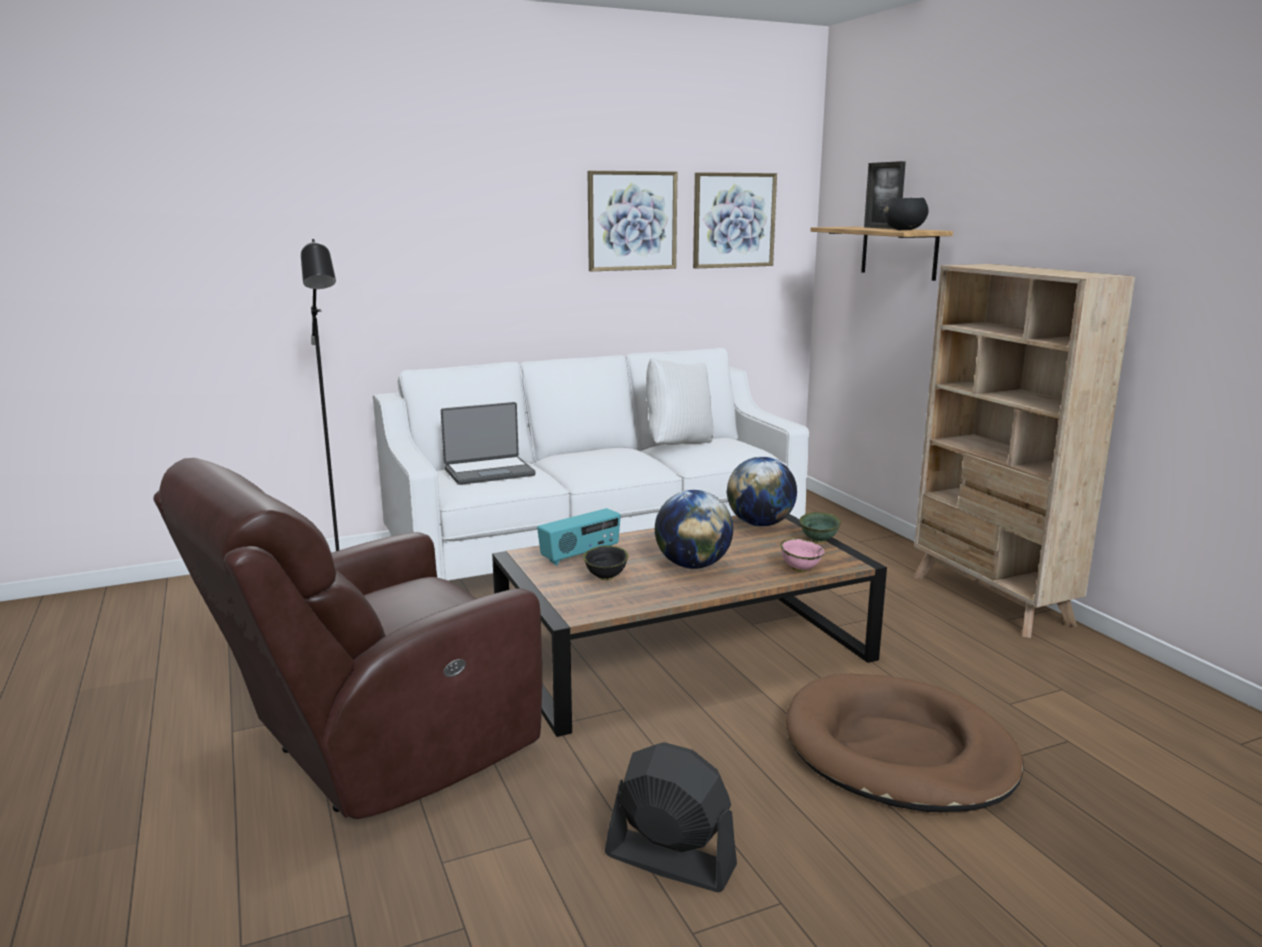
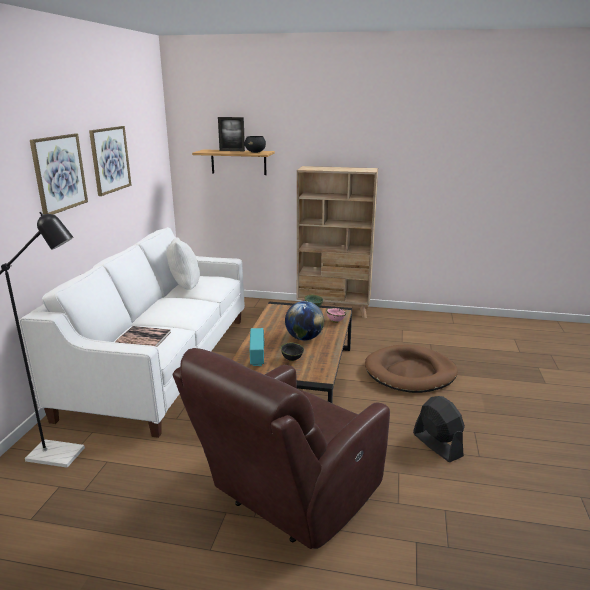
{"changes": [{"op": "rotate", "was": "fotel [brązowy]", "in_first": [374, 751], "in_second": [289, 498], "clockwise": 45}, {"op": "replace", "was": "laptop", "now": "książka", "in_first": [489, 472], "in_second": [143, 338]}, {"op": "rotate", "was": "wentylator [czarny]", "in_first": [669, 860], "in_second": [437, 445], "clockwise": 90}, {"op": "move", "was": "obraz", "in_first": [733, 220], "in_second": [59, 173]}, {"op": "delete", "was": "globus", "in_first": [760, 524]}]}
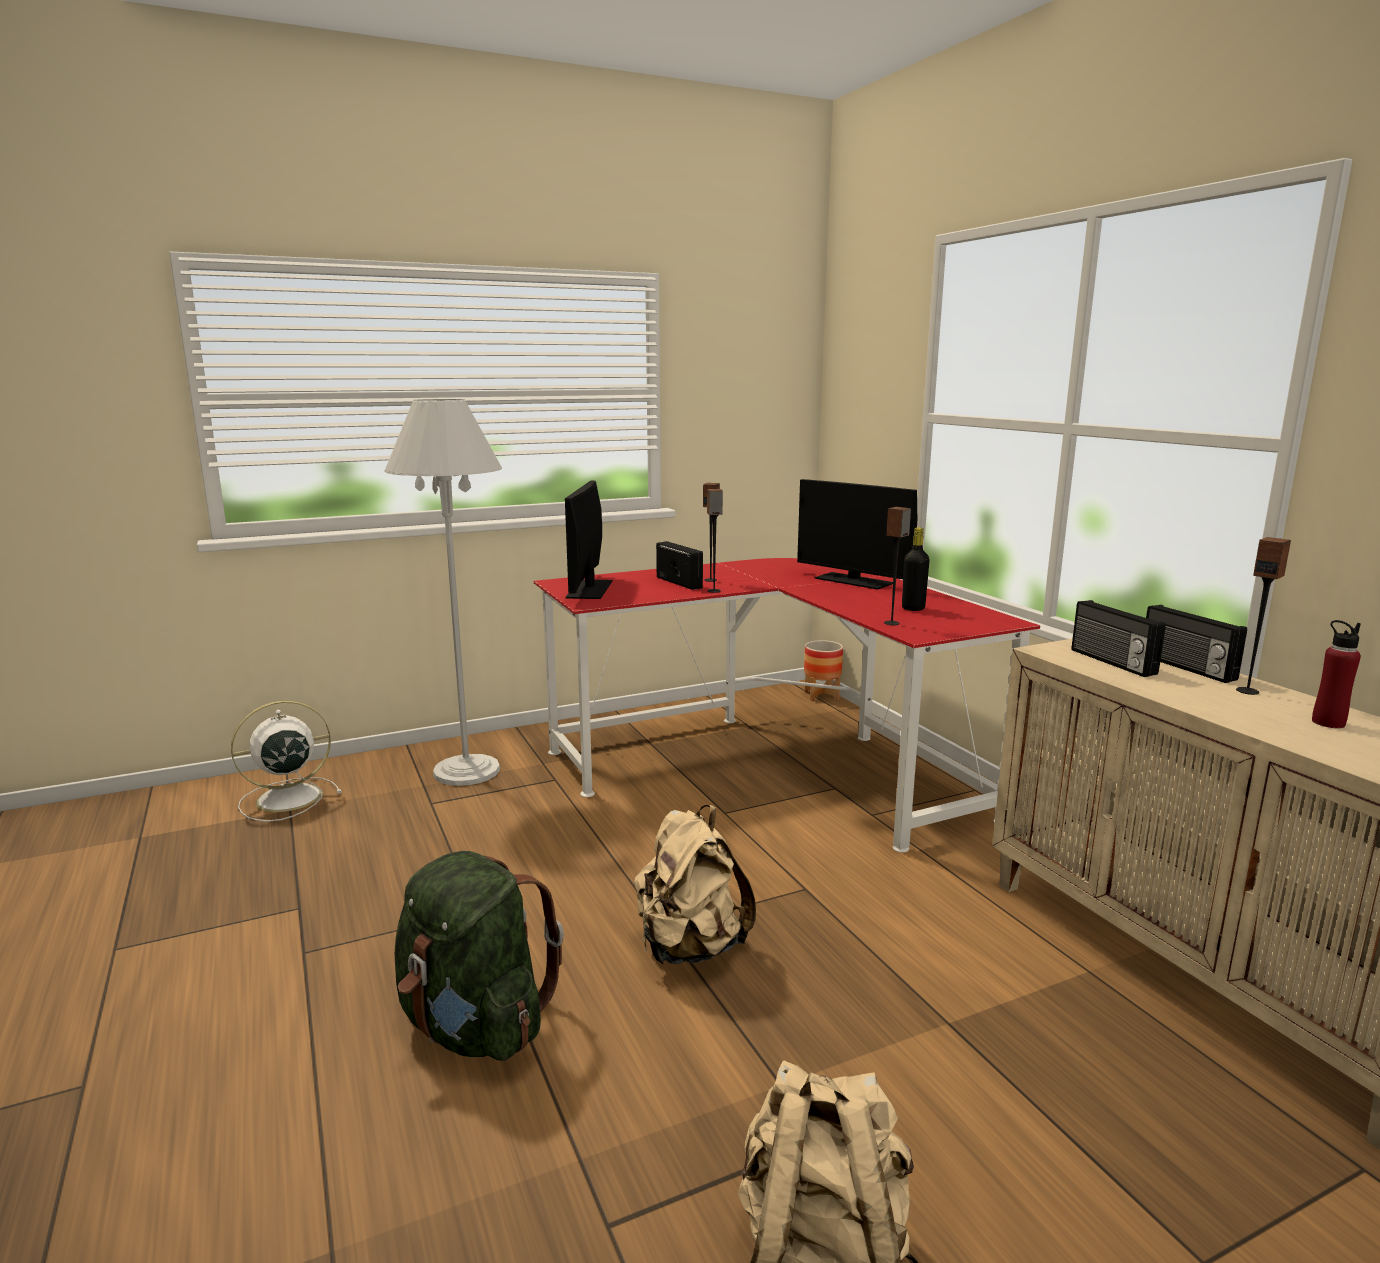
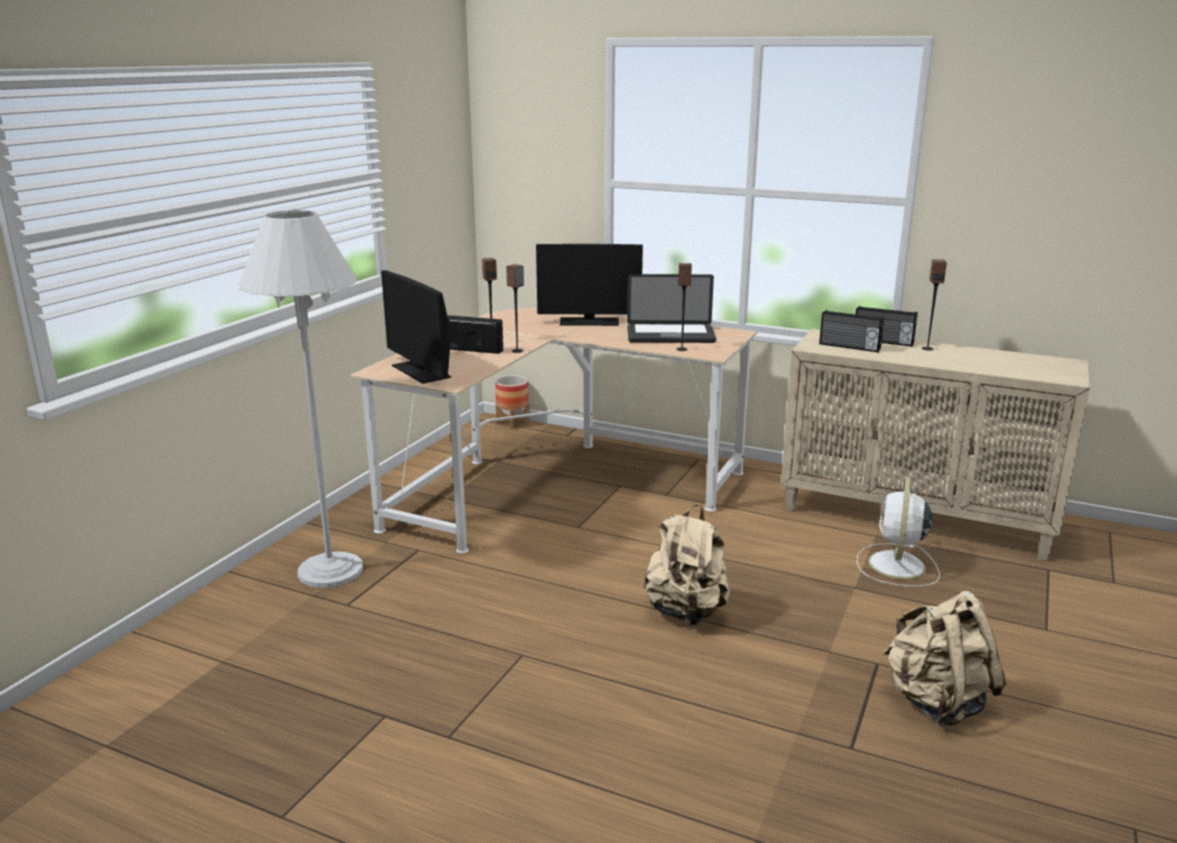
{"changes": [{"op": "move", "was": "wentylator [biały]", "in_first": [286, 799], "in_second": [896, 566]}, {"op": "delete", "was": "plecak [zielony]", "in_first": [475, 1026]}, {"op": "recolor", "was": "biurko [czerwony]", "now": "biurko [beżowy]", "in_first": [772, 763], "in_second": [556, 483]}, {"op": "replace", "was": "butelka [czarny]", "now": "laptop", "in_first": [913, 608], "in_second": [670, 335]}, {"op": "delete", "was": "butelka [czerwony]", "in_first": [1328, 723]}]}
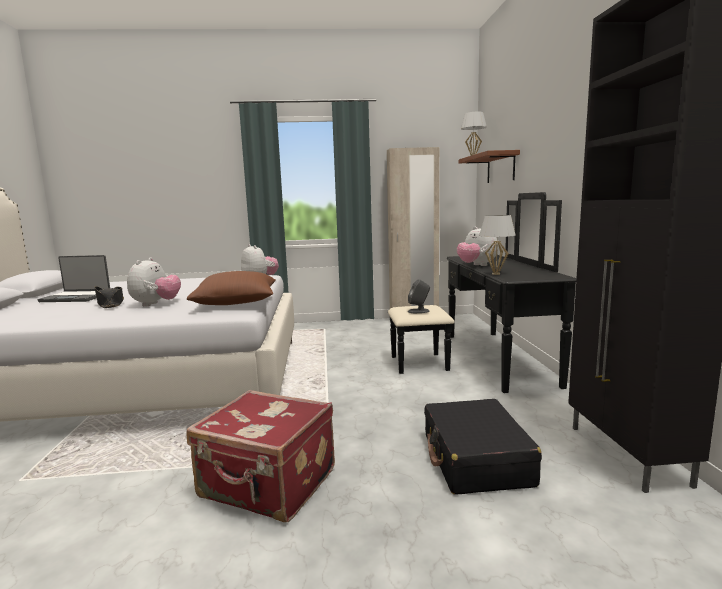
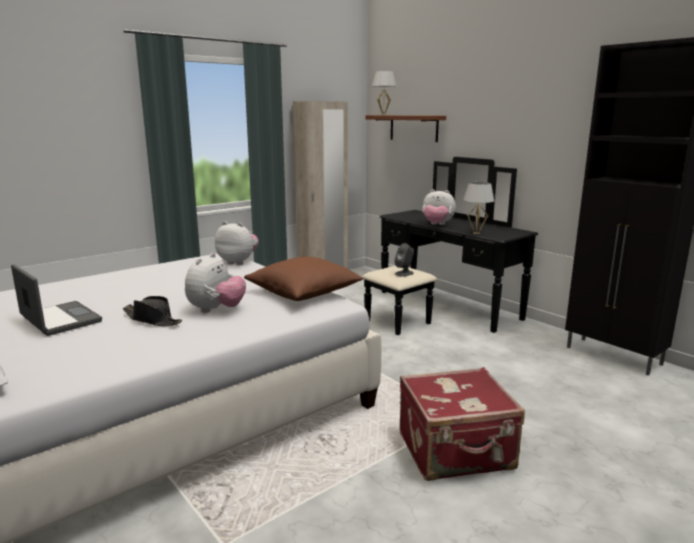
{"changes": [{"op": "rotate", "was": "laptop", "in_first": [76, 297], "in_second": [59, 320], "clockwise": -105}, {"op": "rotate", "was": "pluszak", "in_first": [156, 304], "in_second": [216, 310], "clockwise": 45}, {"op": "delete", "was": "walizka [czarny]", "in_first": [476, 460]}]}
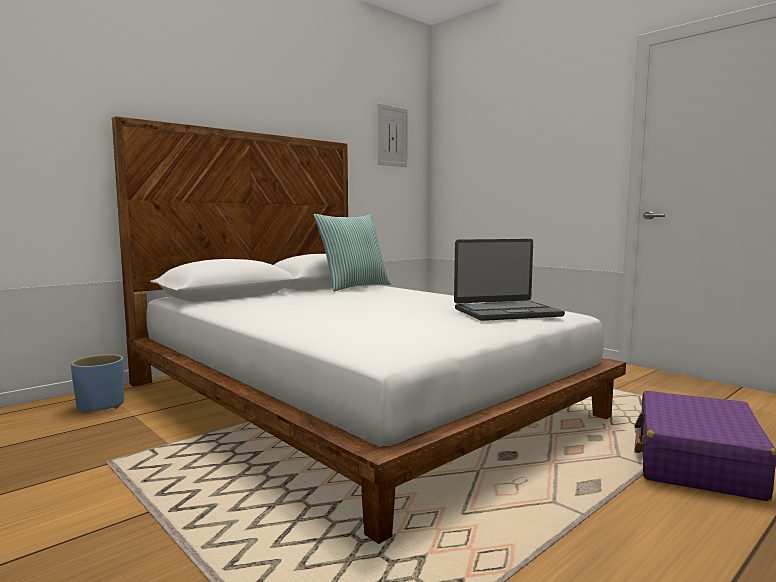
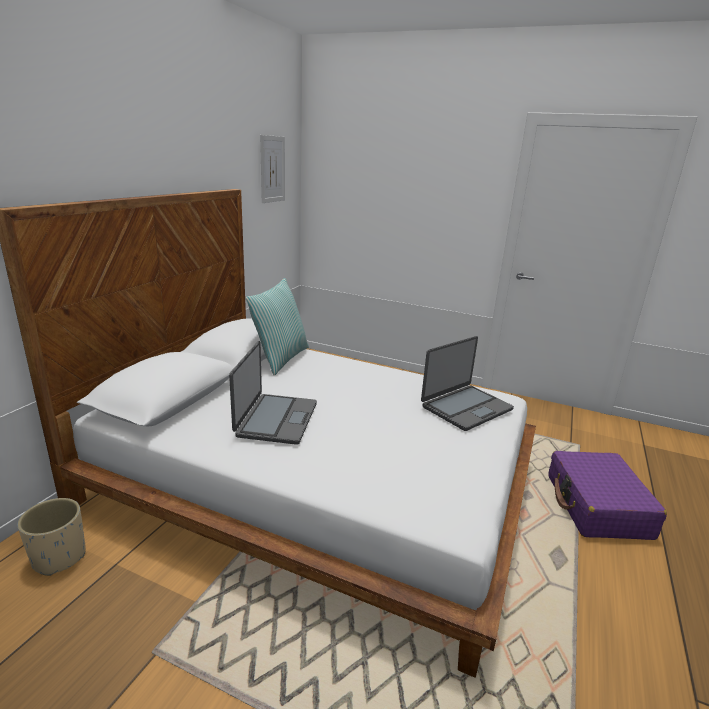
{"changes": [{"op": "recolor", "was": "donica [niebieski]", "now": "donica [beżowy]", "in_first": [100, 406], "in_second": [59, 558]}, {"op": "insert", "now": "laptop", "in_second": [276, 419]}]}
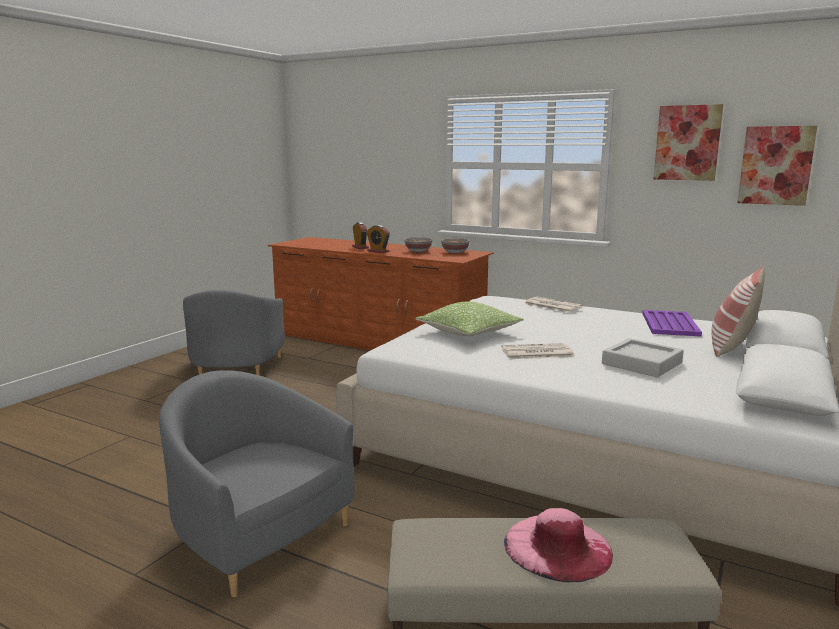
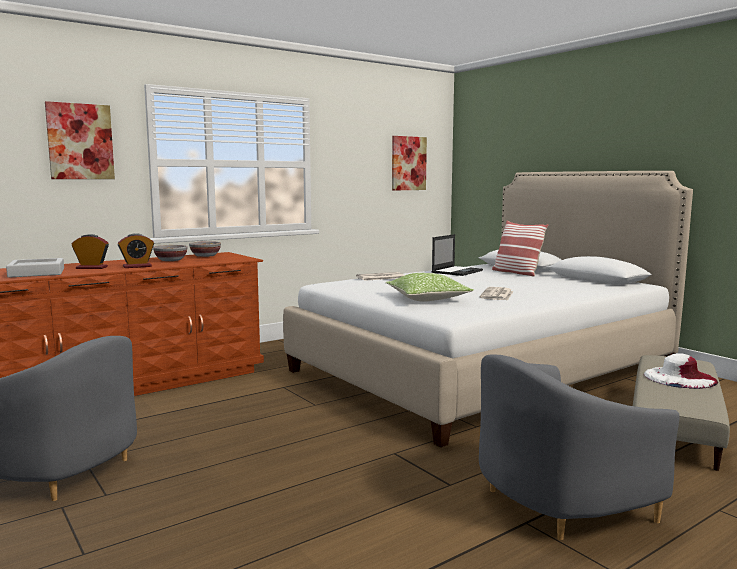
{"changes": [{"op": "recolor", "was": "kapelusz [różowy]", "now": "kapelusz [biały]", "in_first": [557, 547], "in_second": [679, 377]}, {"op": "move", "was": "taca [szary]", "in_first": [641, 363], "in_second": [37, 273]}, {"op": "replace", "was": "taca [fioletowy]", "now": "laptop", "in_first": [670, 324], "in_second": [457, 271]}, {"op": "move", "was": "obraz", "in_first": [687, 143], "in_second": [80, 141]}]}
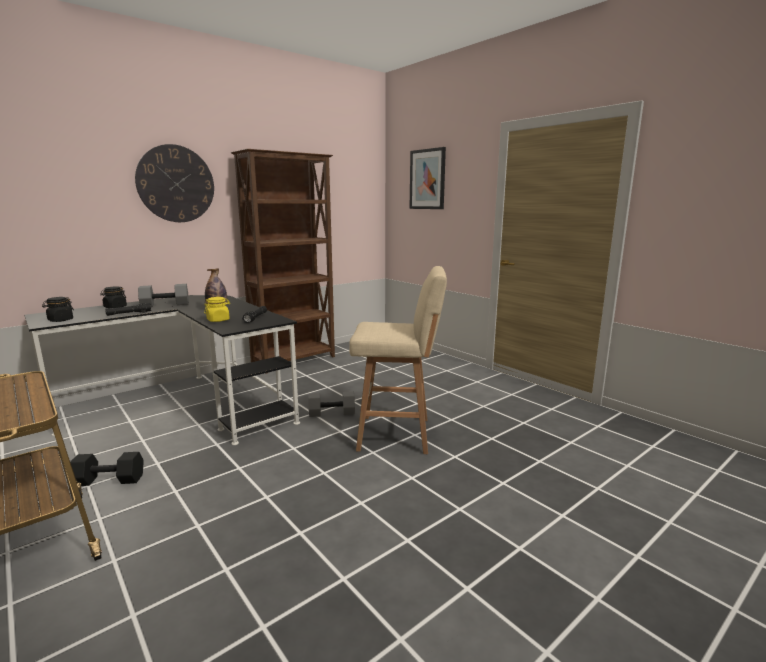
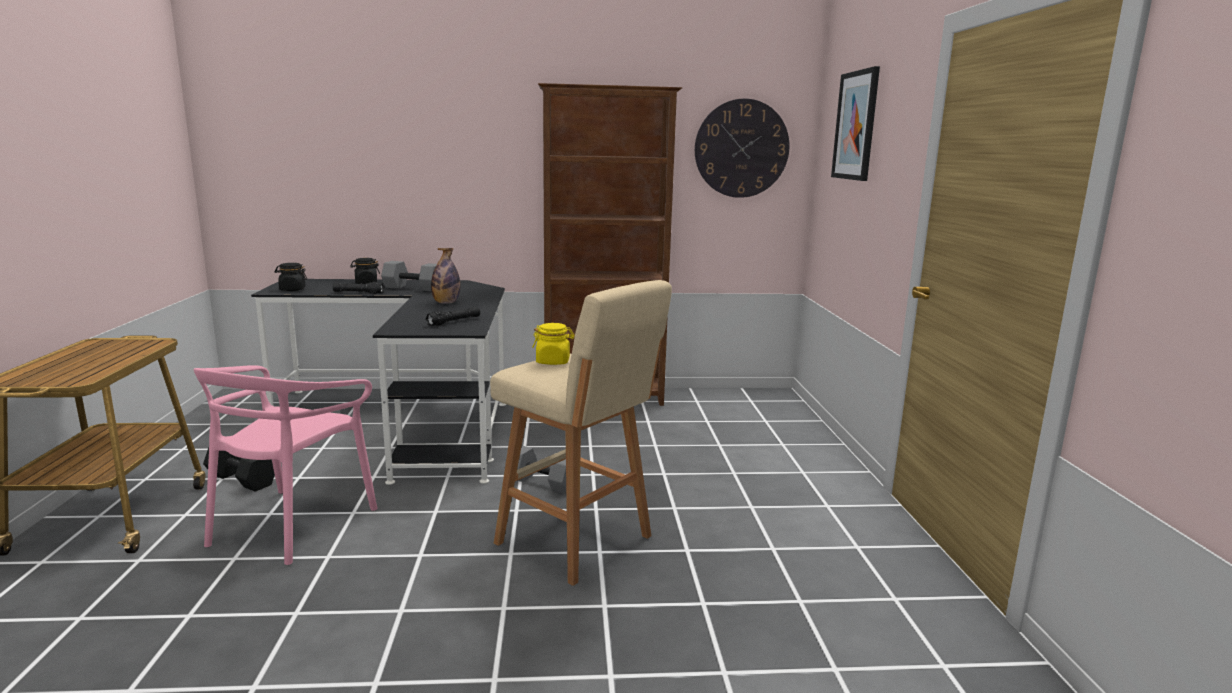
{"changes": [{"op": "move", "was": "zegar ścienny", "in_first": [176, 184], "in_second": [741, 148]}, {"op": "move", "was": "słoik [żółty]", "in_first": [218, 320], "in_second": [553, 361]}, {"op": "insert", "now": "krzesło [różowy]", "in_second": [292, 524]}]}
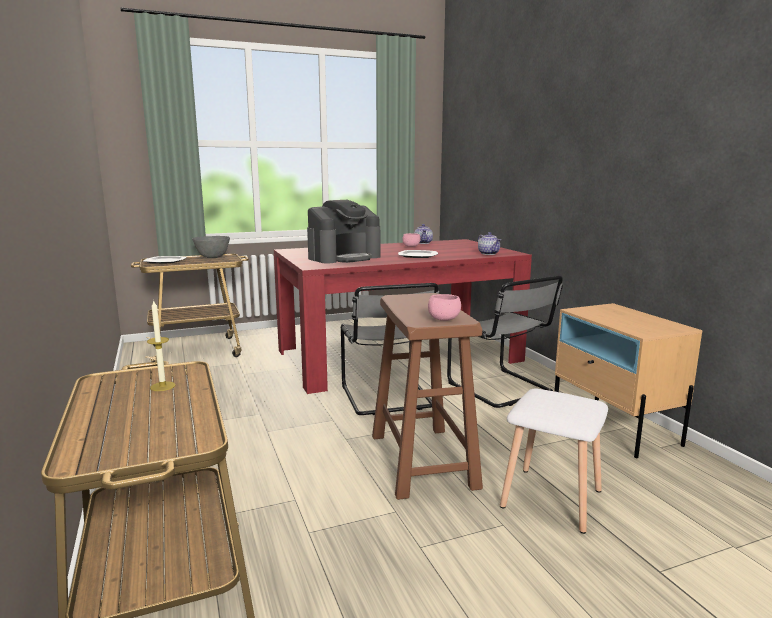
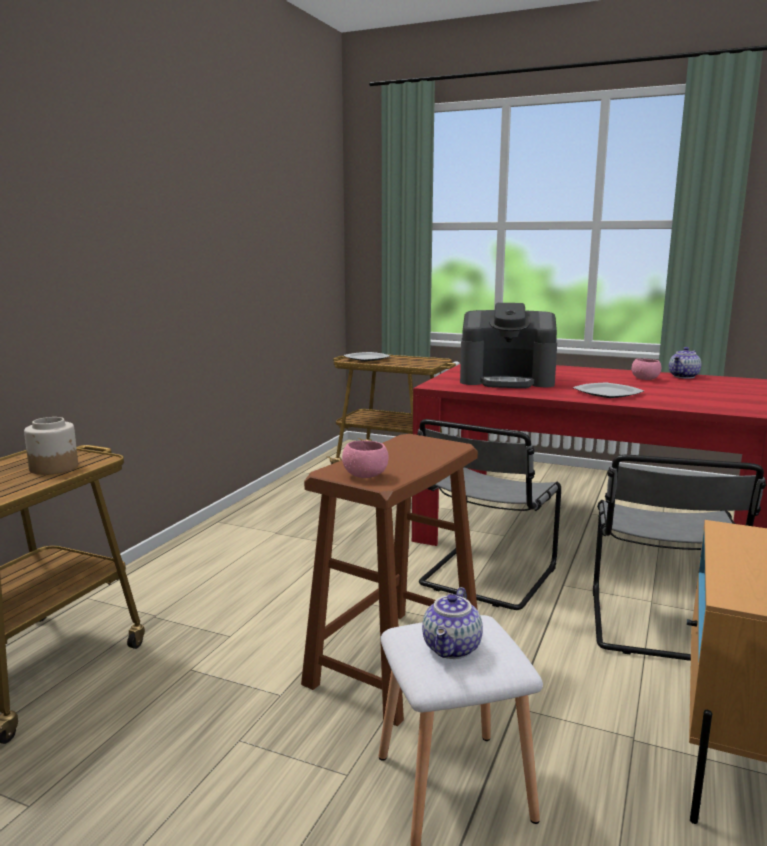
{"changes": [{"op": "replace", "was": "świeca", "now": "słoik", "in_first": [162, 386], "in_second": [54, 467]}, {"op": "delete", "was": "miska [szary]", "in_first": [213, 257]}, {"op": "move", "was": "imbryk", "in_first": [489, 253], "in_second": [453, 649]}]}
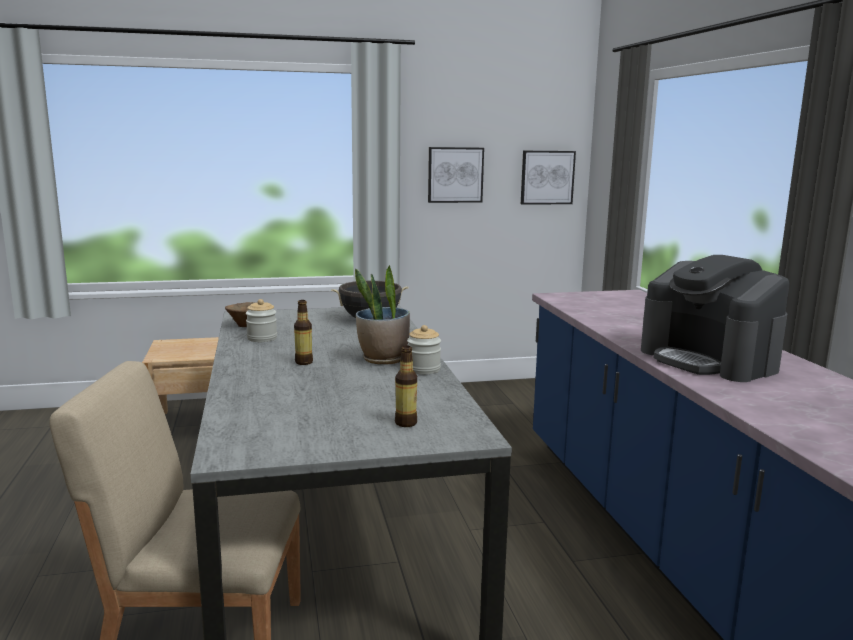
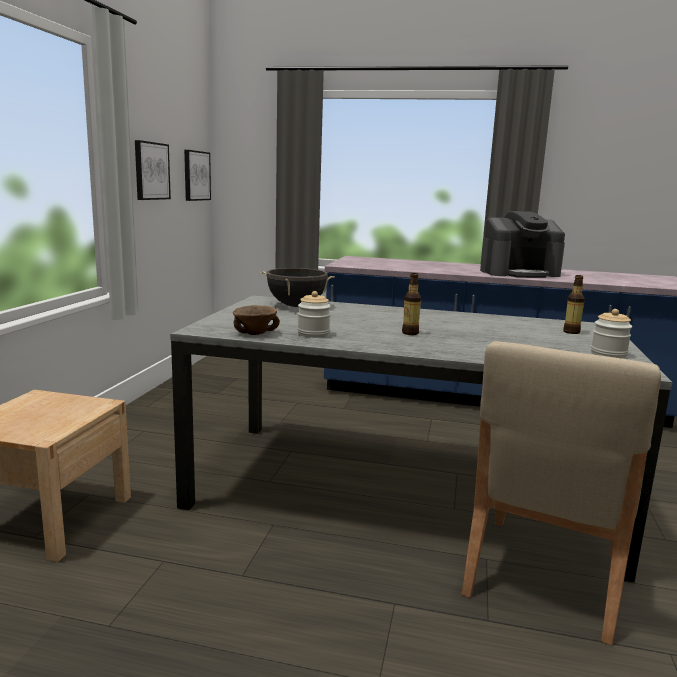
{"changes": [{"op": "delete", "was": "roślina doniczkowa", "in_first": [383, 359]}, {"op": "move", "was": "słoik", "in_first": [423, 369], "in_second": [608, 354]}]}
